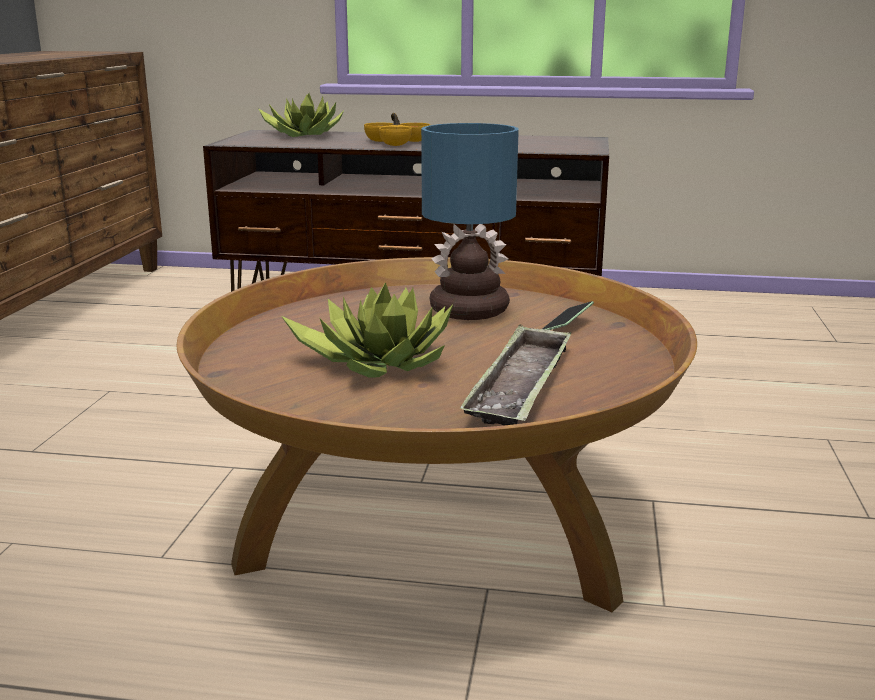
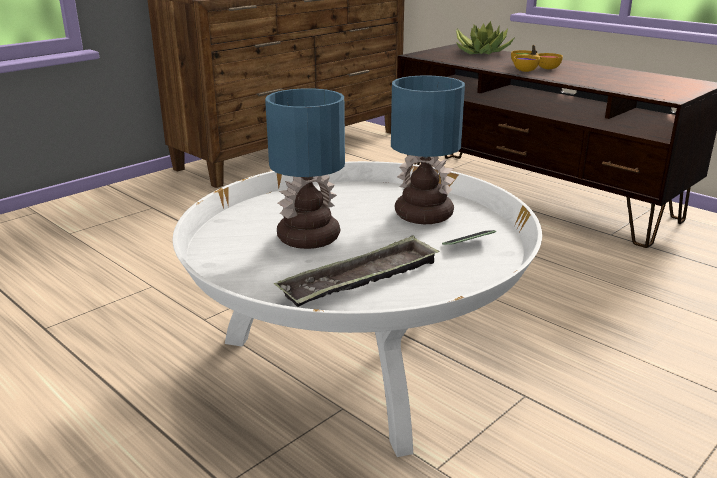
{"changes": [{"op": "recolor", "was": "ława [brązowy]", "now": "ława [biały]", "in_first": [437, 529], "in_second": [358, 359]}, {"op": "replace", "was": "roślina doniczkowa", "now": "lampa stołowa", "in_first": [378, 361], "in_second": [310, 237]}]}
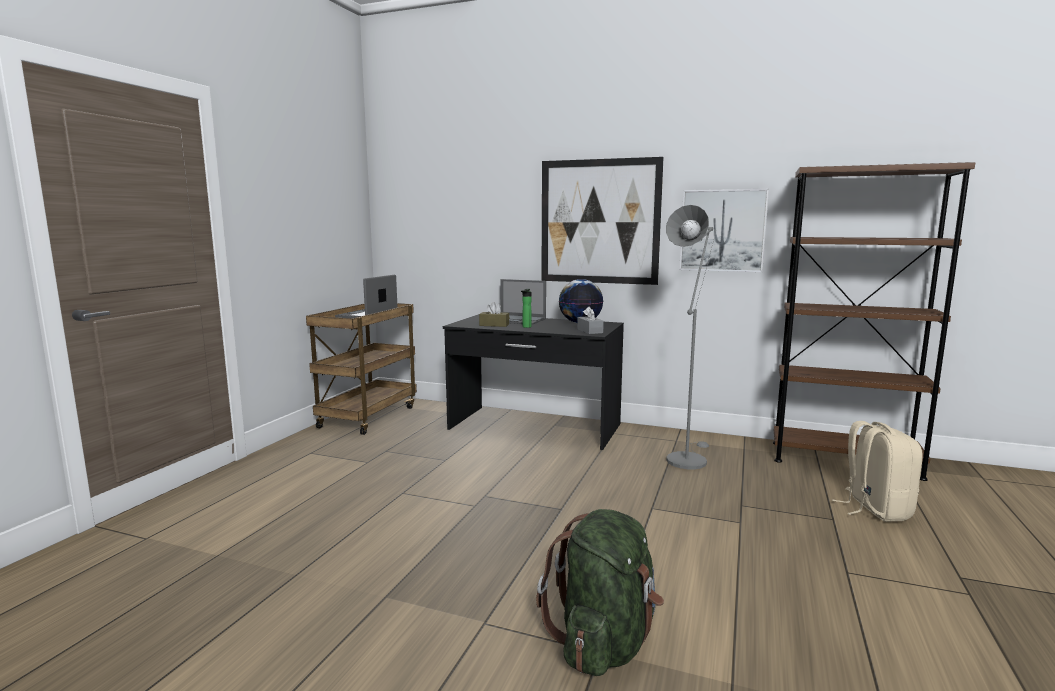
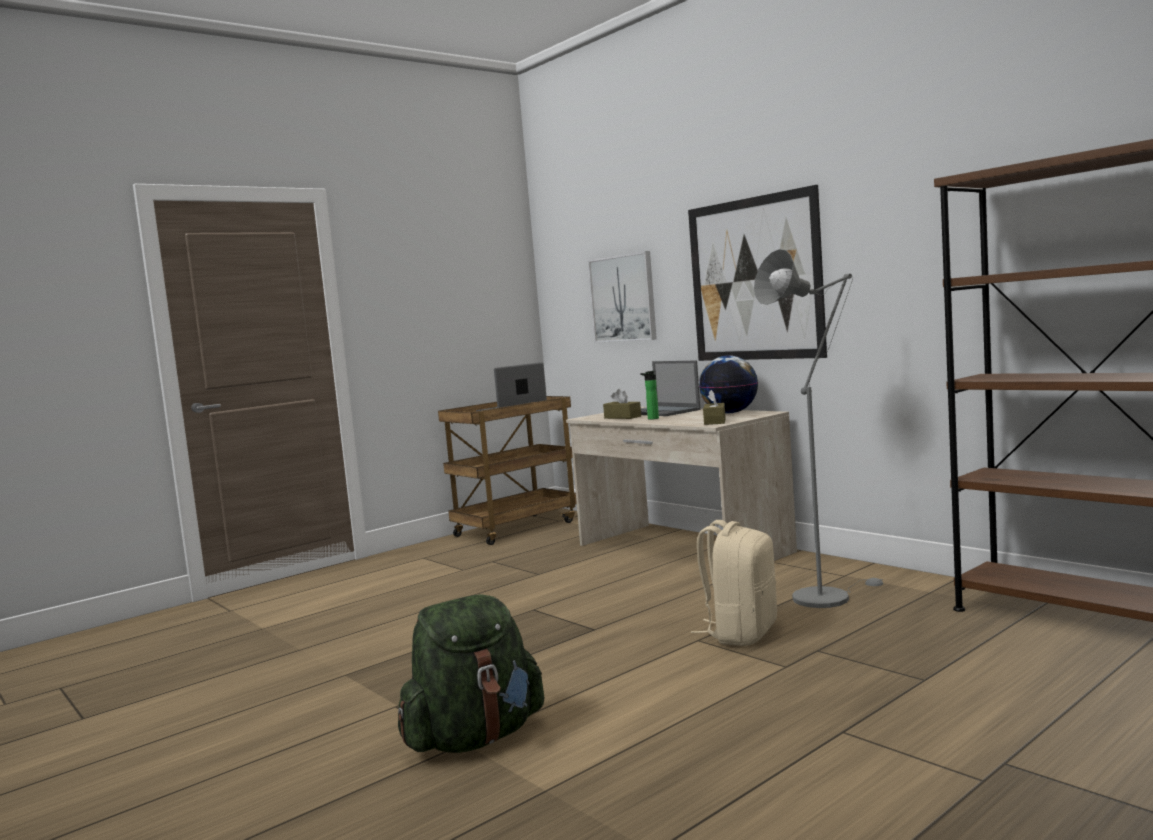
{"changes": [{"op": "recolor", "was": "biurko [czarny]", "now": "biurko [beżowy]", "in_first": [534, 427], "in_second": [681, 549]}, {"op": "recolor", "was": "pudełko chusteczek [szary]", "now": "pudełko chusteczek [brązowy]", "in_first": [590, 331], "in_second": [715, 421]}, {"op": "move", "was": "obraz", "in_first": [722, 230], "in_second": [623, 298]}, {"op": "move", "was": "plecak [beżowy]", "in_first": [874, 509], "in_second": [740, 633]}]}
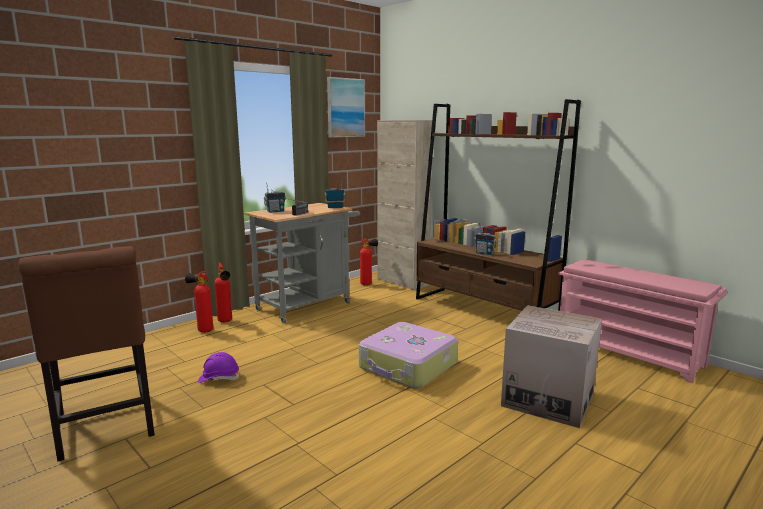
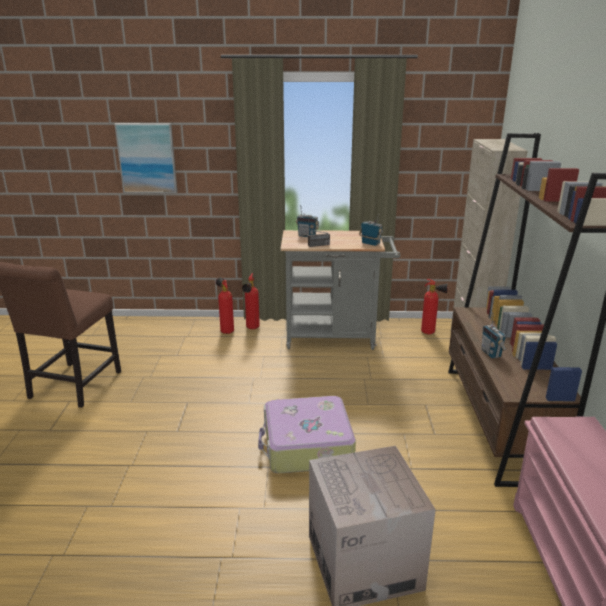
{"changes": [{"op": "delete", "was": "kask [fioletowy]", "in_first": [219, 378]}, {"op": "move", "was": "obraz", "in_first": [345, 108], "in_second": [147, 158]}]}
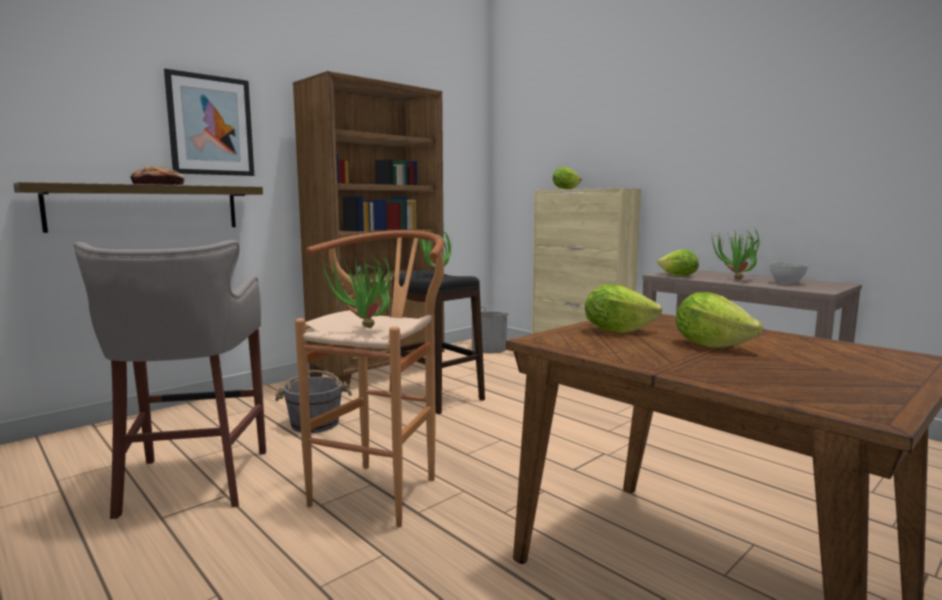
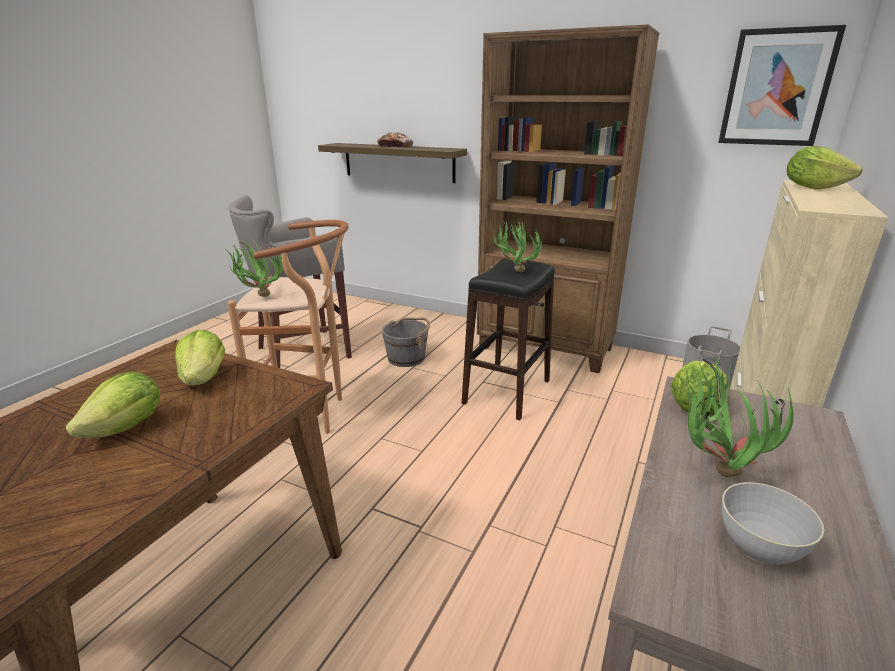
{"changes": [{"op": "move", "was": "obraz", "in_first": [210, 125], "in_second": [777, 88]}]}
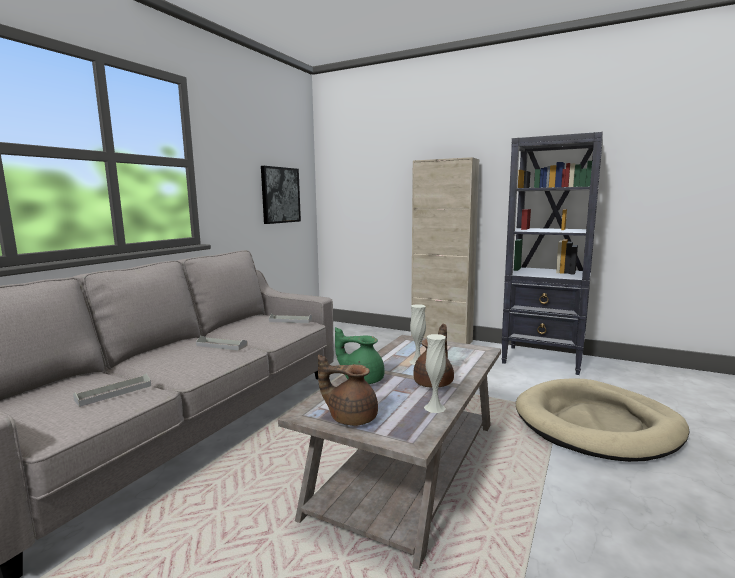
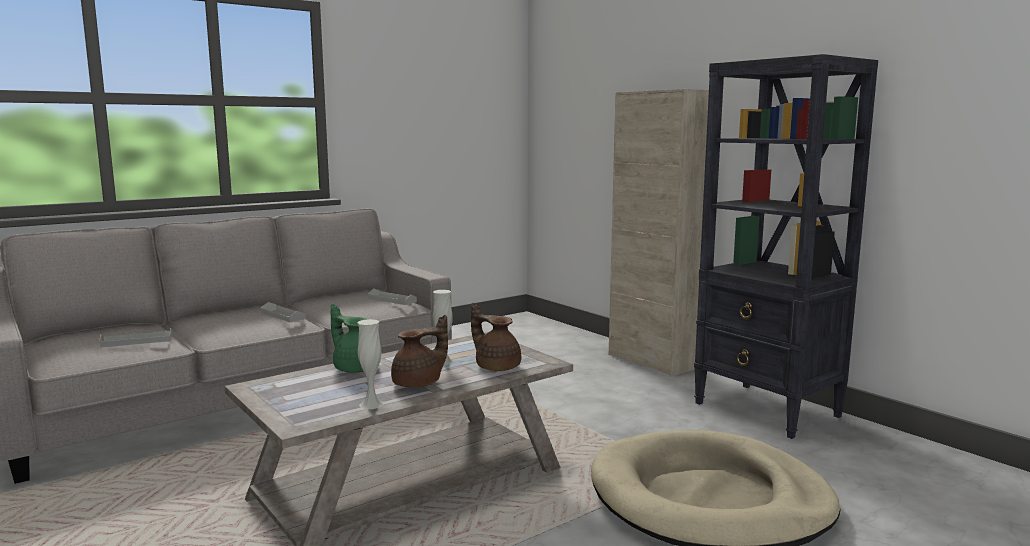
{"changes": [{"op": "delete", "was": "obraz", "in_first": [280, 195]}, {"op": "move", "was": "imbryk [brązowy]", "in_first": [351, 417], "in_second": [496, 366]}]}
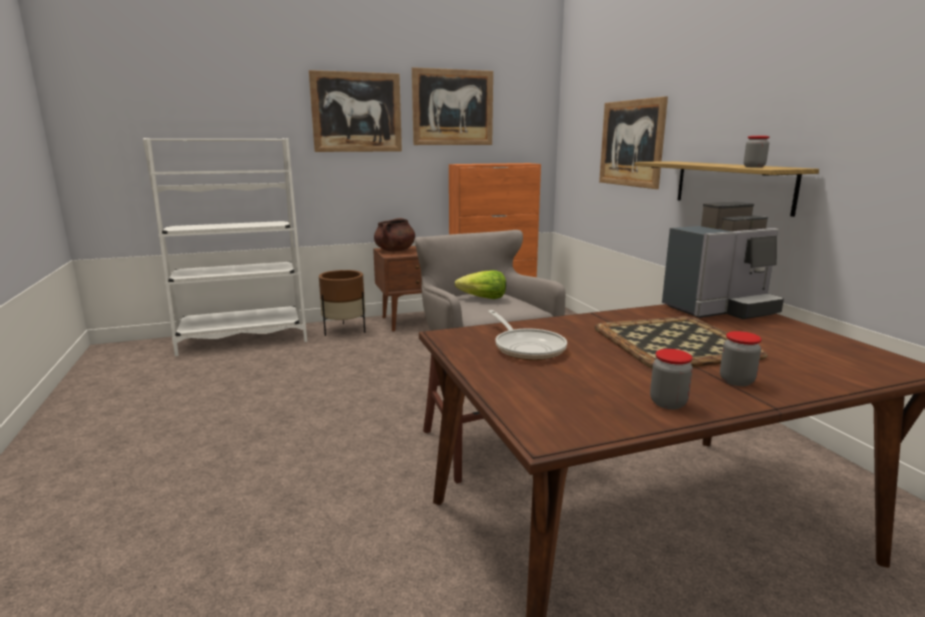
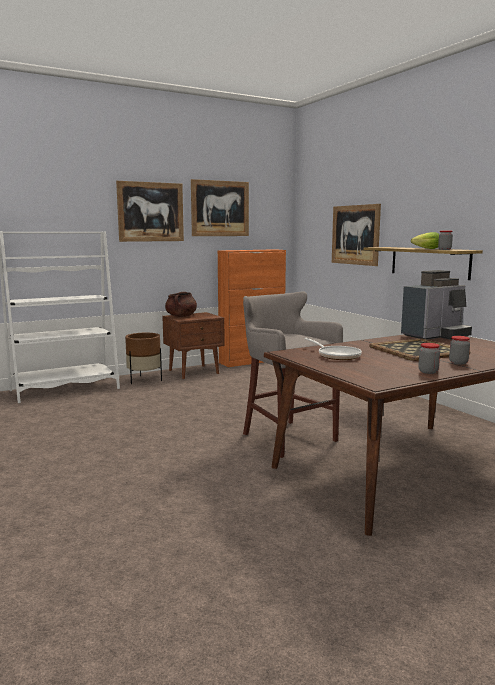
{"changes": [{"op": "move", "was": "sałata", "in_first": [482, 298], "in_second": [427, 249]}]}
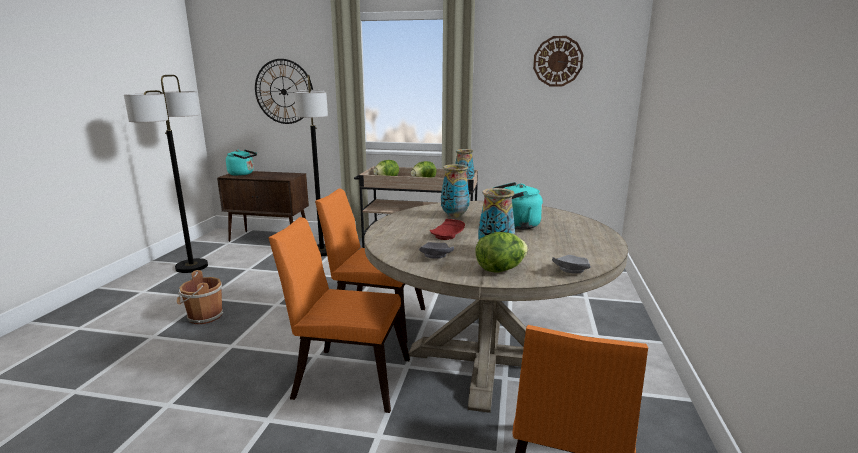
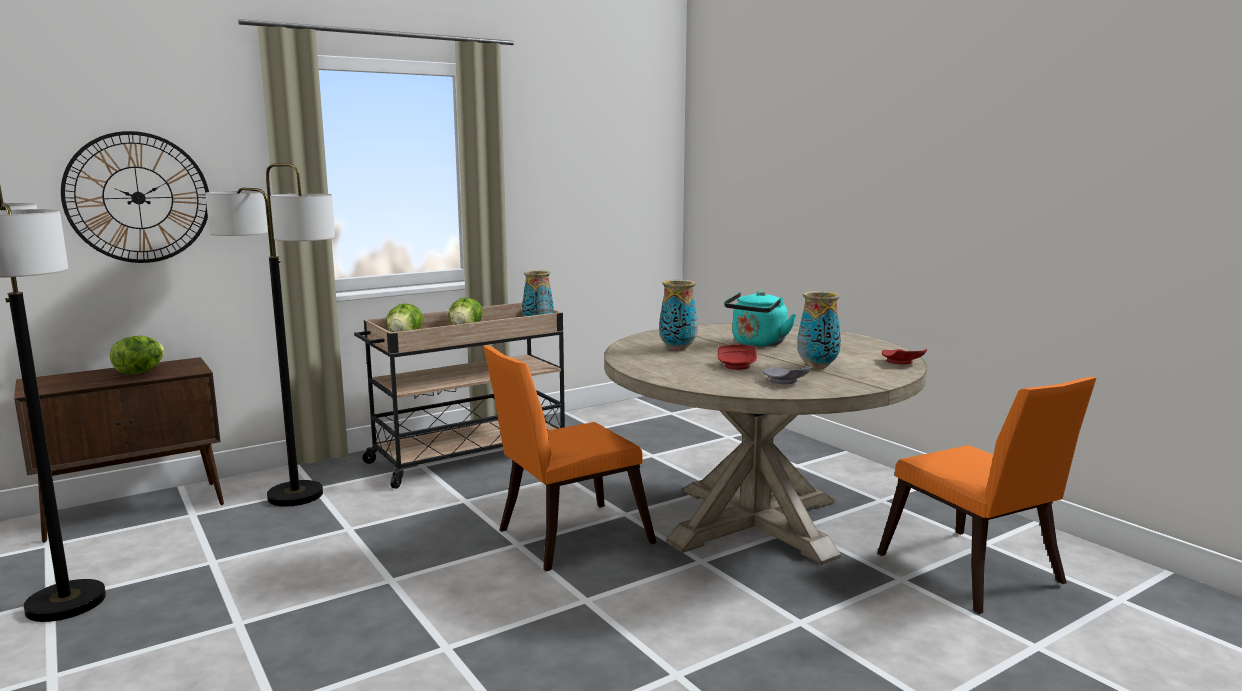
{"changes": [{"op": "delete", "was": "wiadro [brązowy]", "in_first": [203, 317]}, {"op": "delete", "was": "czajnik [turkusowy]", "in_first": [243, 174]}, {"op": "delete", "was": "krzesło [pomarańczowy]", "in_first": [346, 376]}, {"op": "move", "was": "sałata", "in_first": [500, 269], "in_second": [140, 372]}, {"op": "delete", "was": "zegar ścienny", "in_first": [558, 61]}, {"op": "recolor", "was": "talerz [szary]", "now": "talerz [czerwony]", "in_first": [570, 270], "in_second": [901, 363]}]}
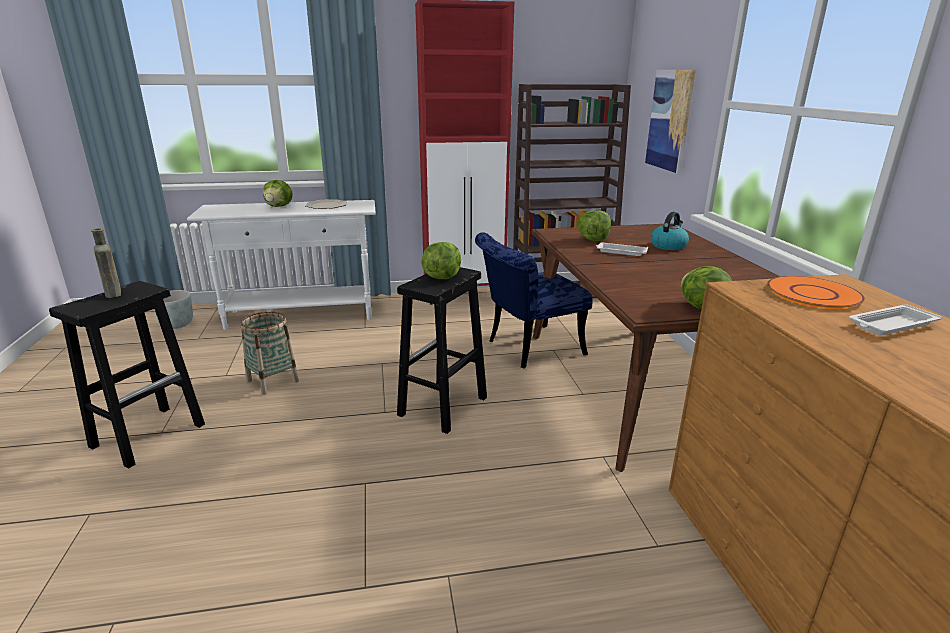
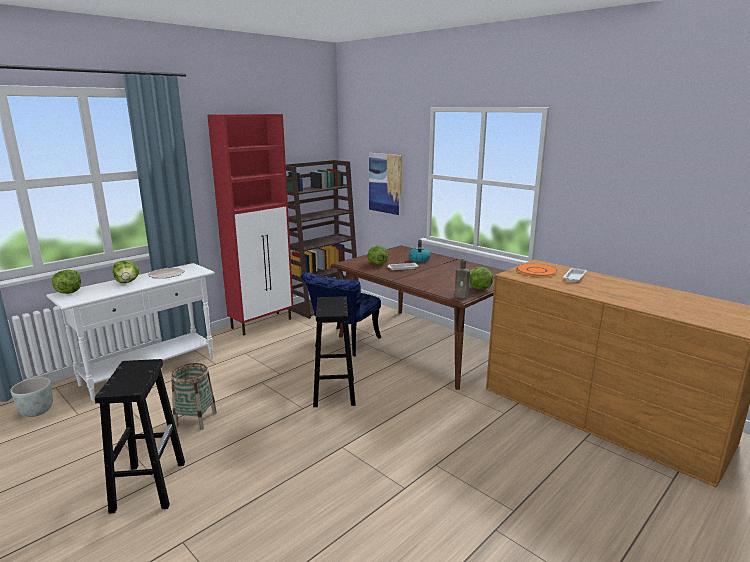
{"changes": [{"op": "move", "was": "butelka [brązowy]", "in_first": [113, 294], "in_second": [462, 297]}, {"op": "move", "was": "sałata", "in_first": [442, 277], "in_second": [69, 292]}]}
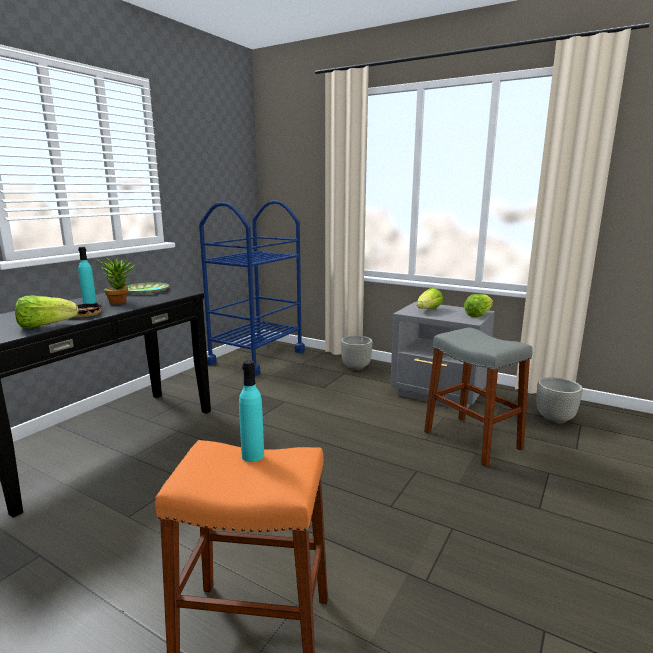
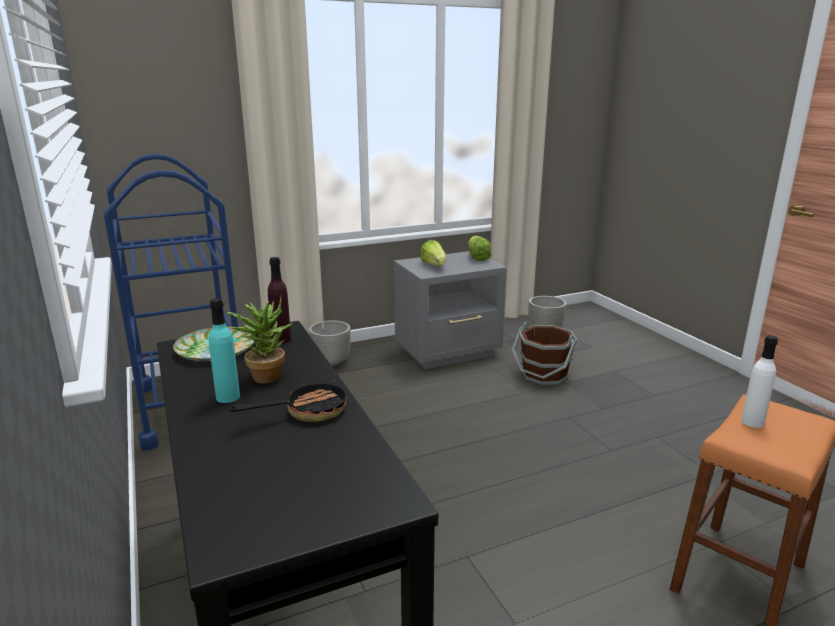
{"changes": [{"op": "delete", "was": "sałata", "in_first": [45, 326]}, {"op": "recolor", "was": "butelka [turkusowy]", "now": "butelka [biały]", "in_first": [253, 455], "in_second": [752, 422]}, {"op": "replace", "was": "stołek [szary]", "now": "wiadro [brązowy]", "in_first": [472, 440], "in_second": [544, 375]}, {"op": "insert", "now": "butelka [fioletowy]", "in_second": [281, 340]}]}
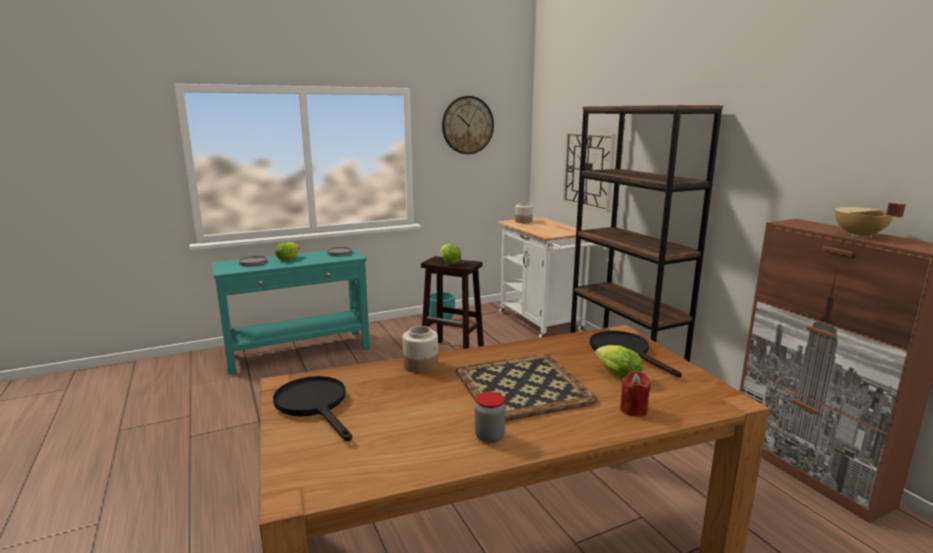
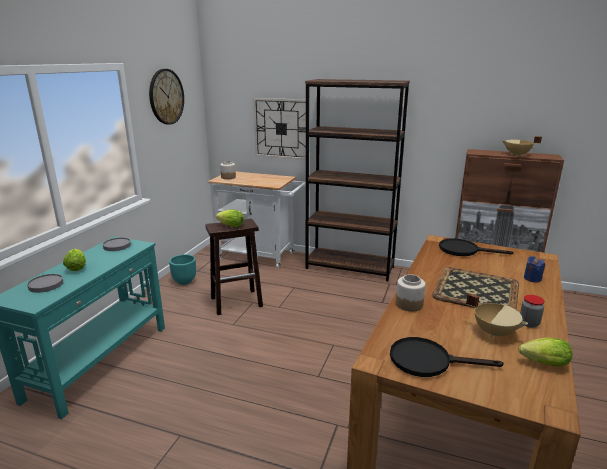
{"changes": [{"op": "move", "was": "sałata", "in_first": [615, 374], "in_second": [541, 363]}, {"op": "recolor", "was": "świeca [czerwony]", "now": "świeca [niebieski]", "in_first": [633, 409], "in_second": [532, 278]}, {"op": "insert", "now": "garnek [beżowy]", "in_second": [494, 332]}]}
